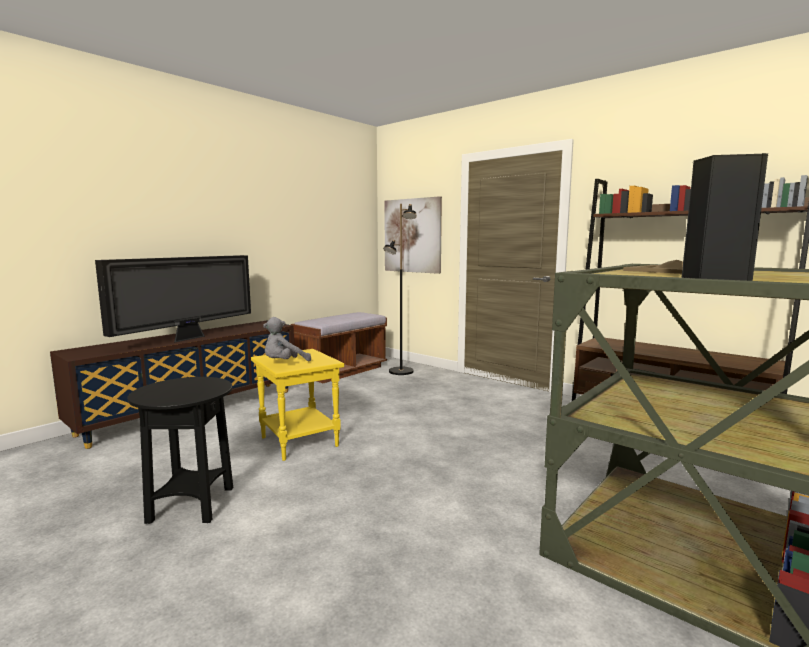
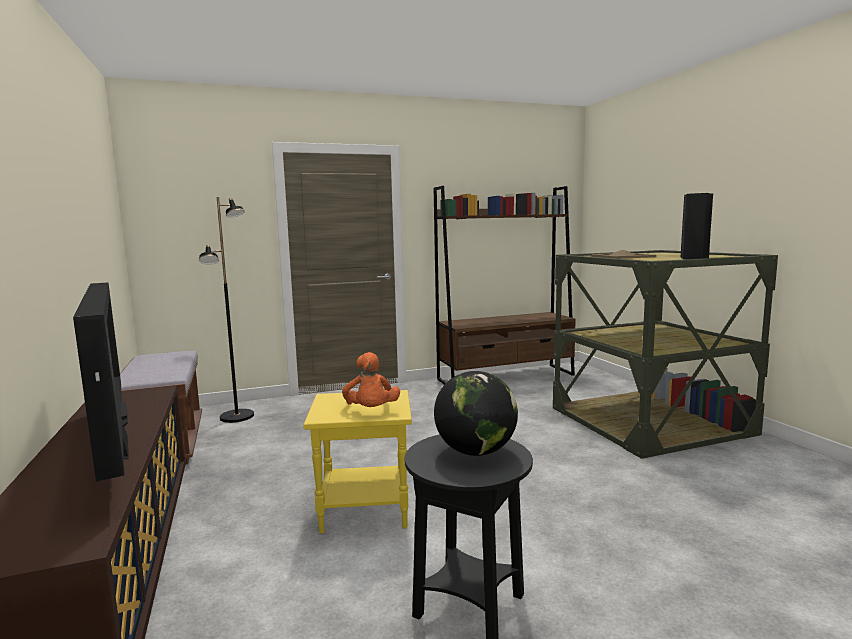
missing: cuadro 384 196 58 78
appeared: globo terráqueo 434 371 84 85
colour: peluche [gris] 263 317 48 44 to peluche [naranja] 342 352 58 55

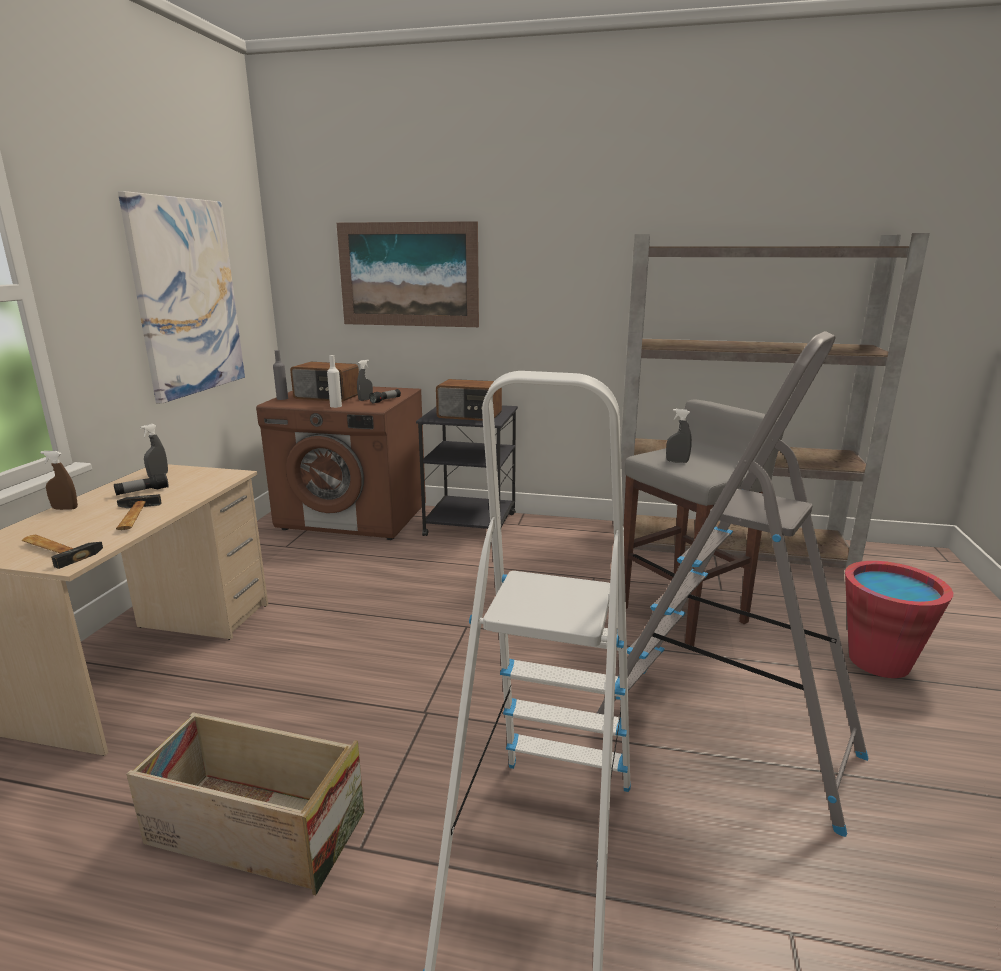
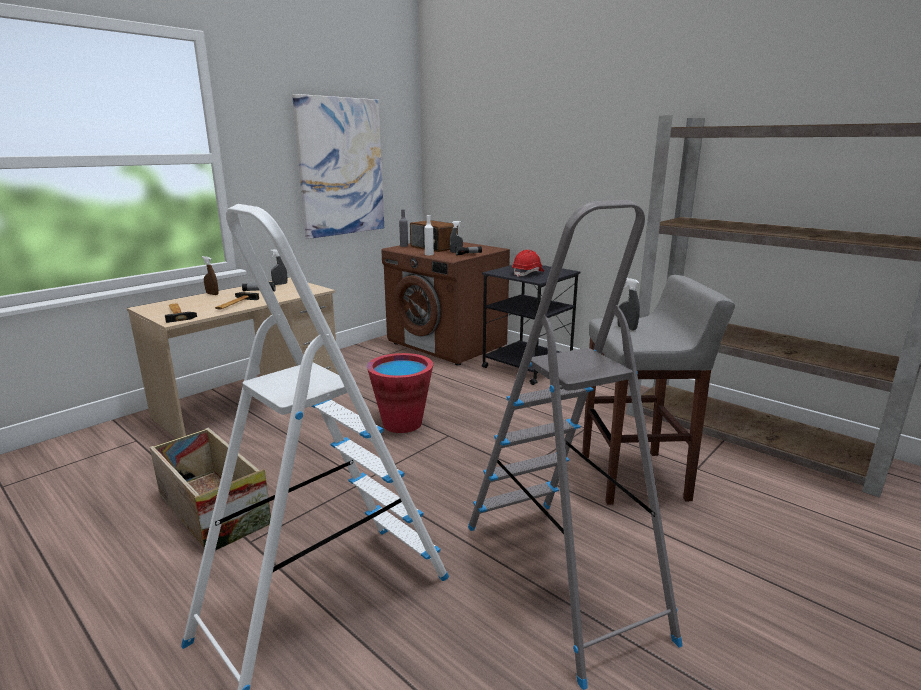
missing: cuadro 337 221 142 106
relocated: cubo [rojo] 845 561 108 117 to 367 353 66 80
exchanged: radio 436 379 66 42 to casco [rojo] 512 250 32 27

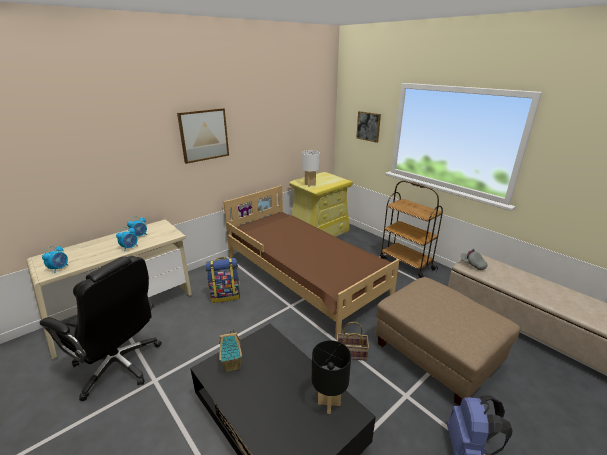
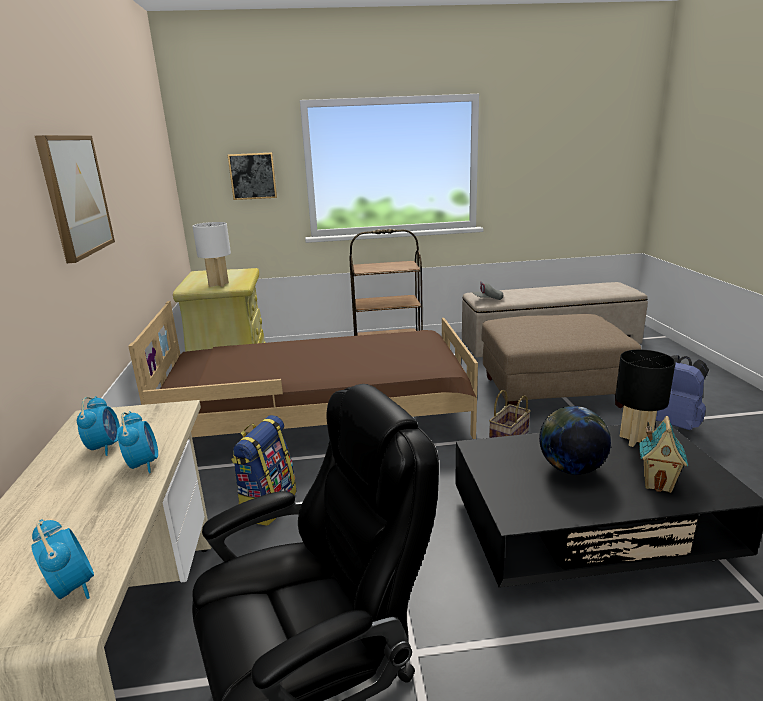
appeared: globo terráqueo 539 406 72 69
relocated: casita 219 329 23 43 to 639 416 49 77

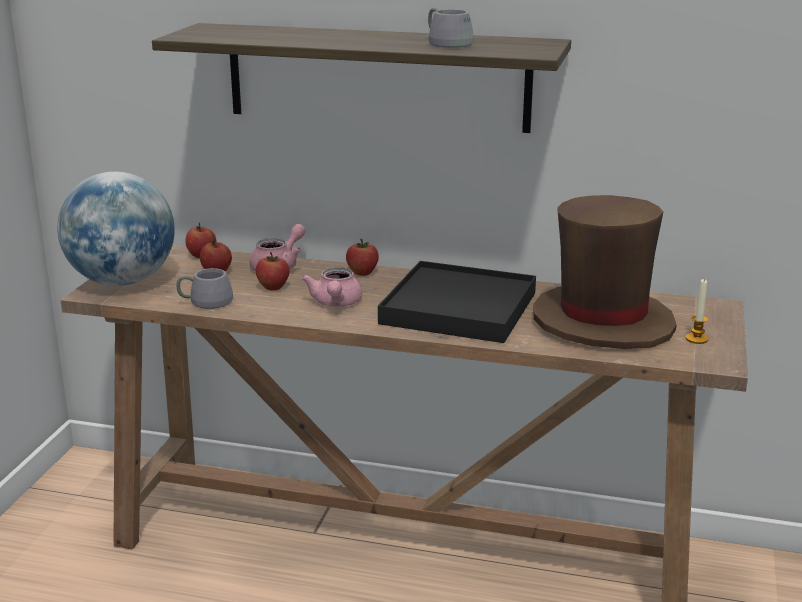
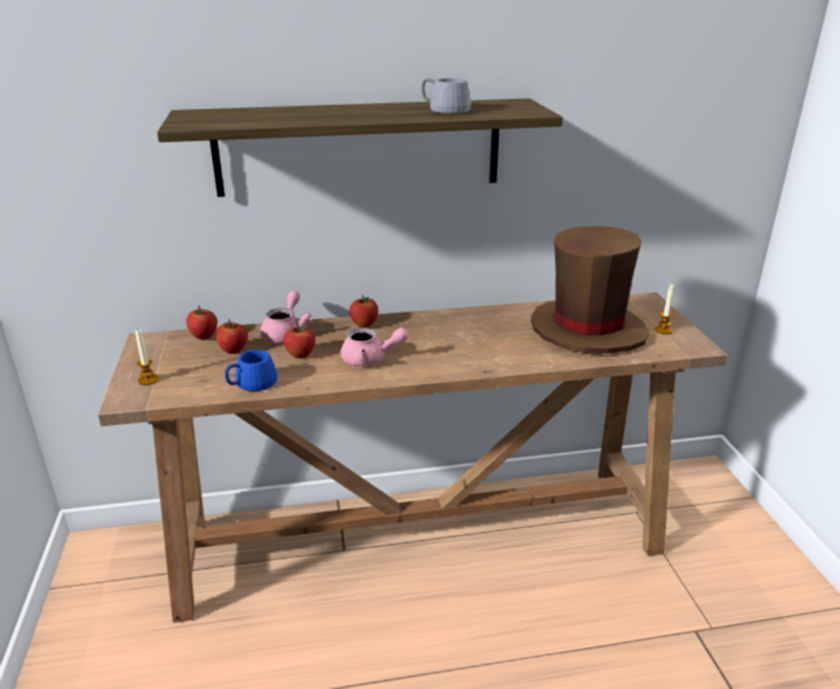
missing: bandeja [negro] 378 261 158 82
exchanged: globo terráqueo 57 171 118 115 to vela 135 328 24 57
colour: taza grande [gris] 176 268 57 41 to taza grande [azul] 225 350 52 41
spun: tetera [rosa] 302 267 60 40 = 340 328 68 38 60 degrees counterclockwise

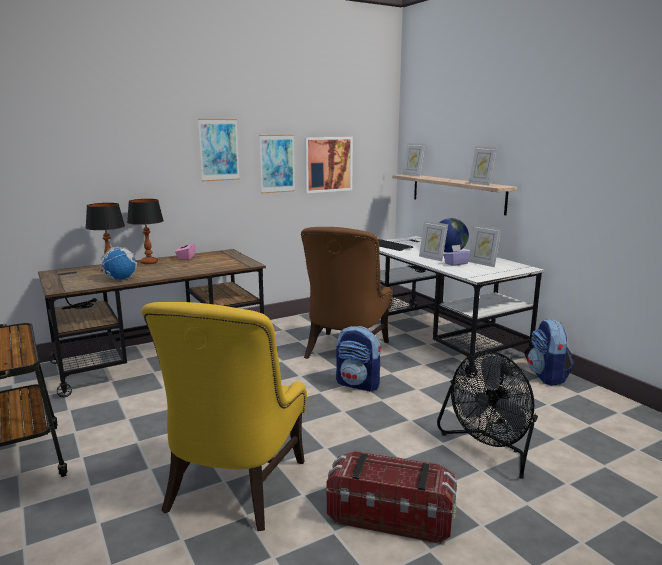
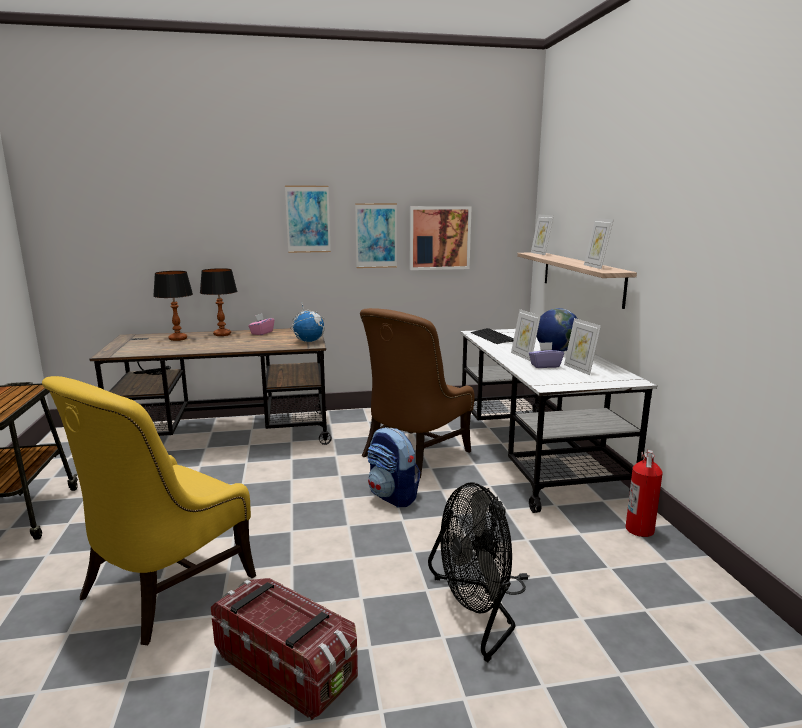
relocated: globo terráqueo 100 239 37 41 to 290 302 35 40
exchanged: mochila 527 319 47 67 to extintor 626 450 37 87

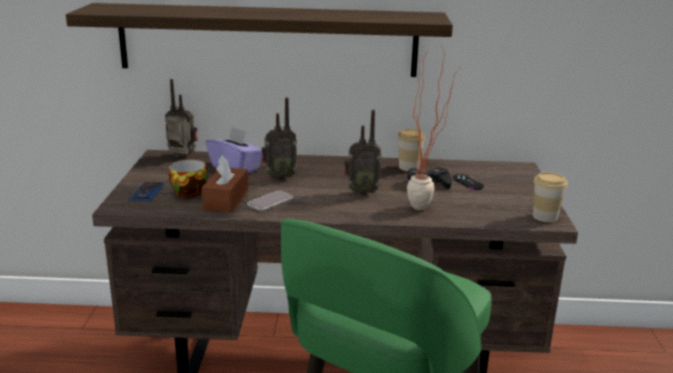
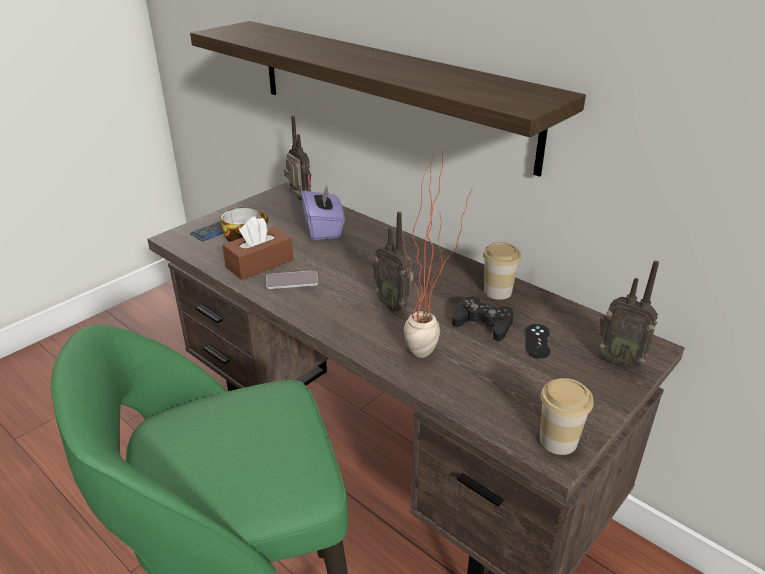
relocated: radio 262 97 35 83 to 597 261 62 108

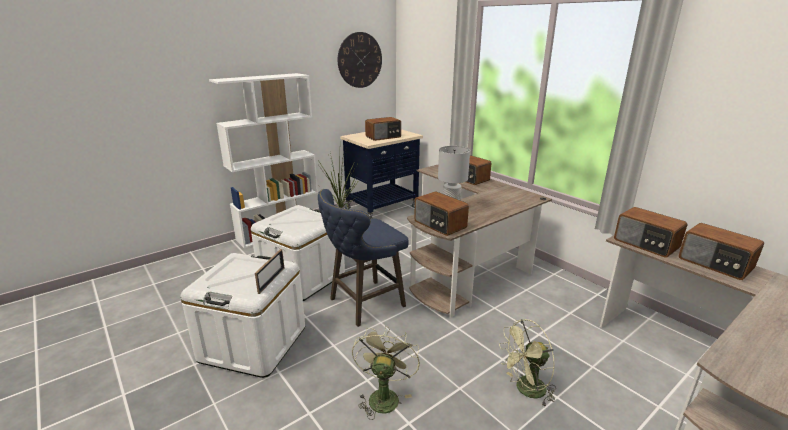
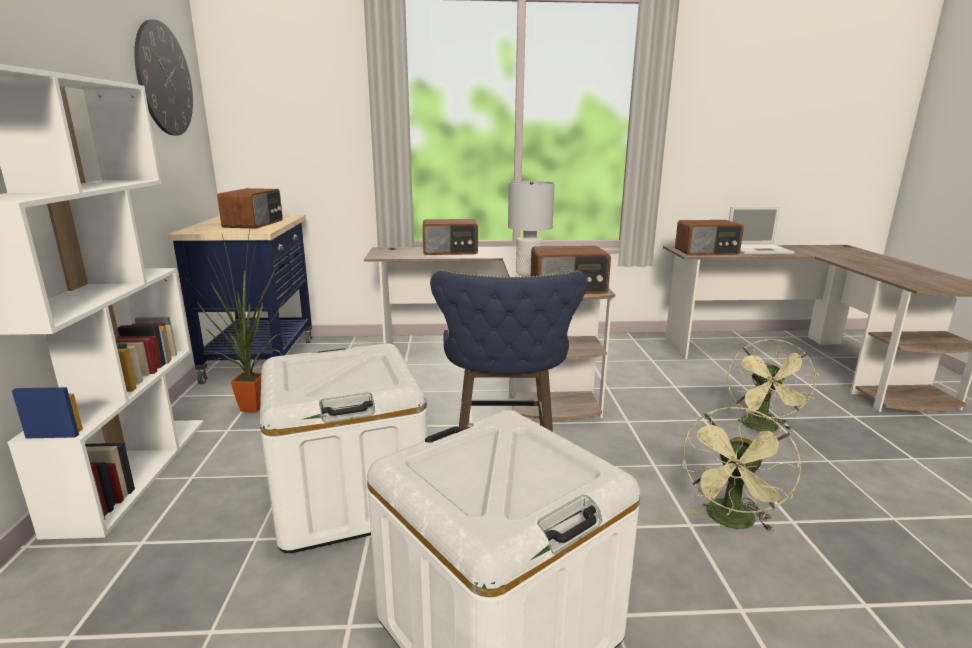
missing: portarretratos 255 249 29 45
exchanged: radio 679 223 85 57 to portátil 729 207 66 47
spun: ventilador [verde] 352 326 68 94 = 681 407 120 125 105 degrees counterclockwise

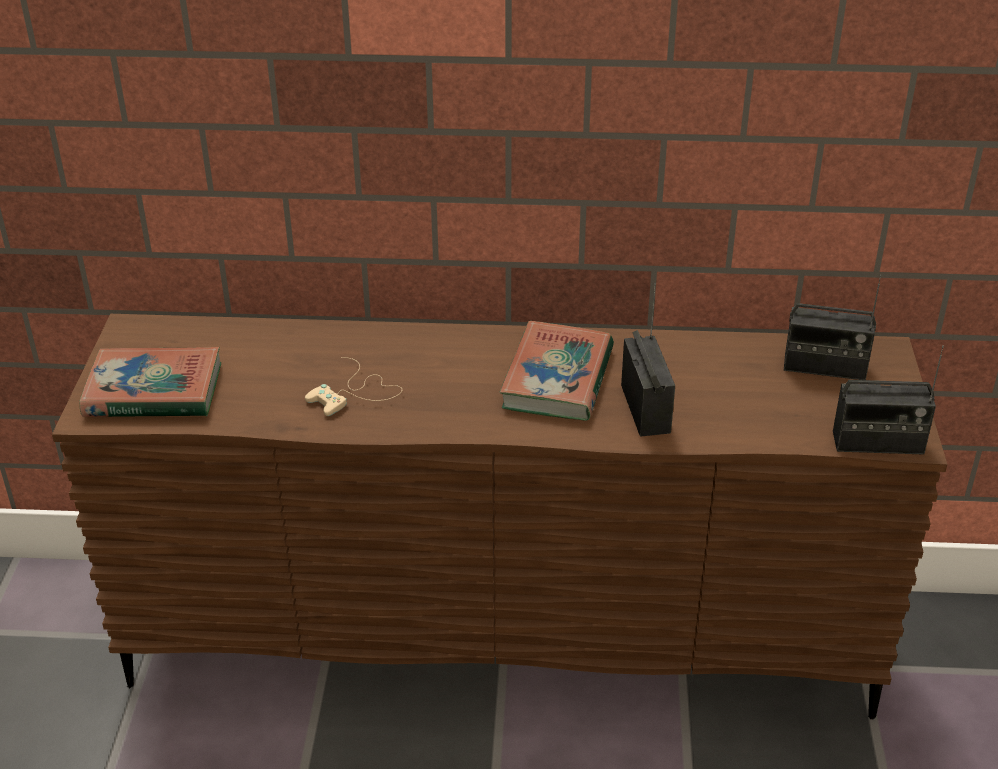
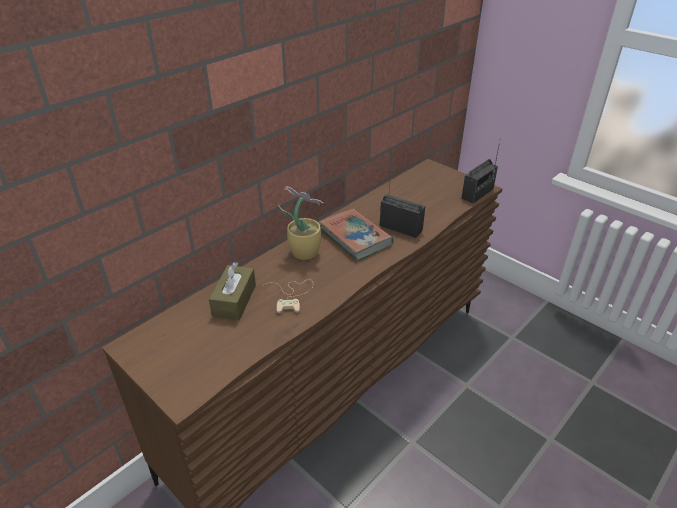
missing: radio 784 275 97 105; libro 79 347 142 70
appeared: planta en maceta 278 186 45 74; caja de pañuelos [marrón] 209 262 47 58

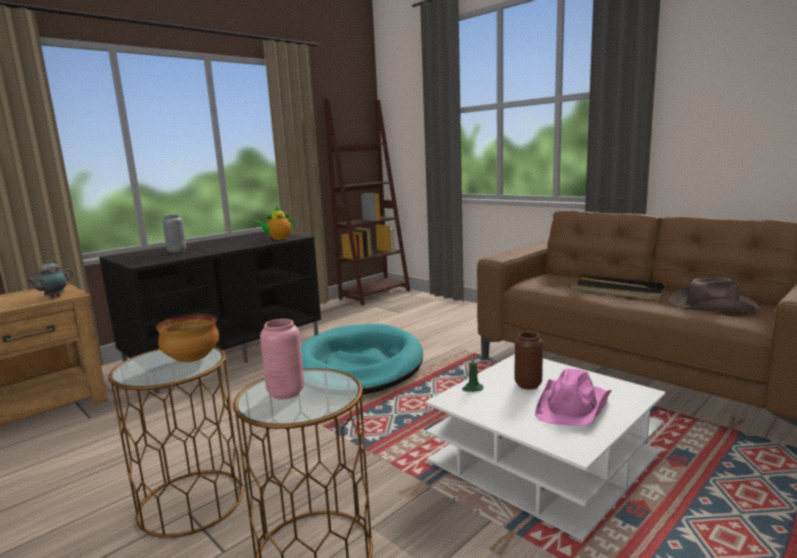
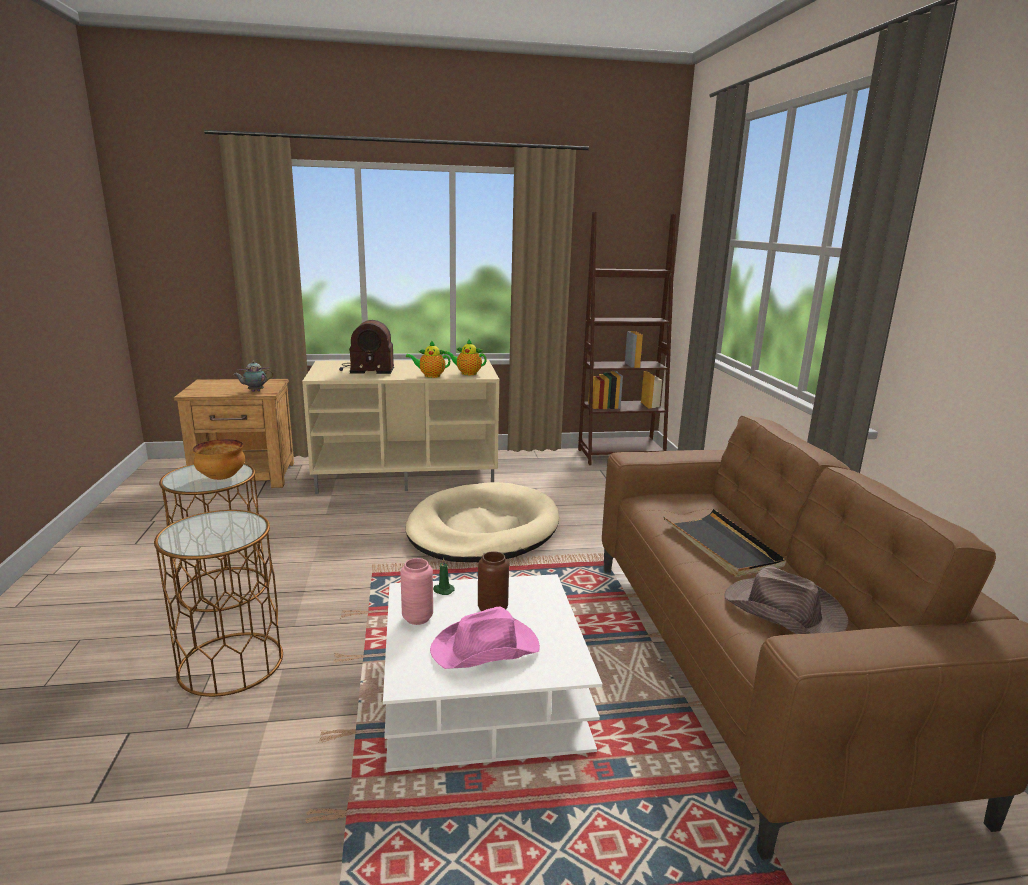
appeared: tetera 406 340 44 38
relocated: florero [rosa] 260 319 44 81 to 400 558 33 67
exchanged: florero [gris] 162 215 24 38 to radio 339 320 55 54
colour: mueble de televisión [negro] 99 231 222 162 to mueble de televisión [beis] 302 360 197 134; cama para perro [turquesa] 301 324 122 71 to cama para perro [beis] 405 482 154 80

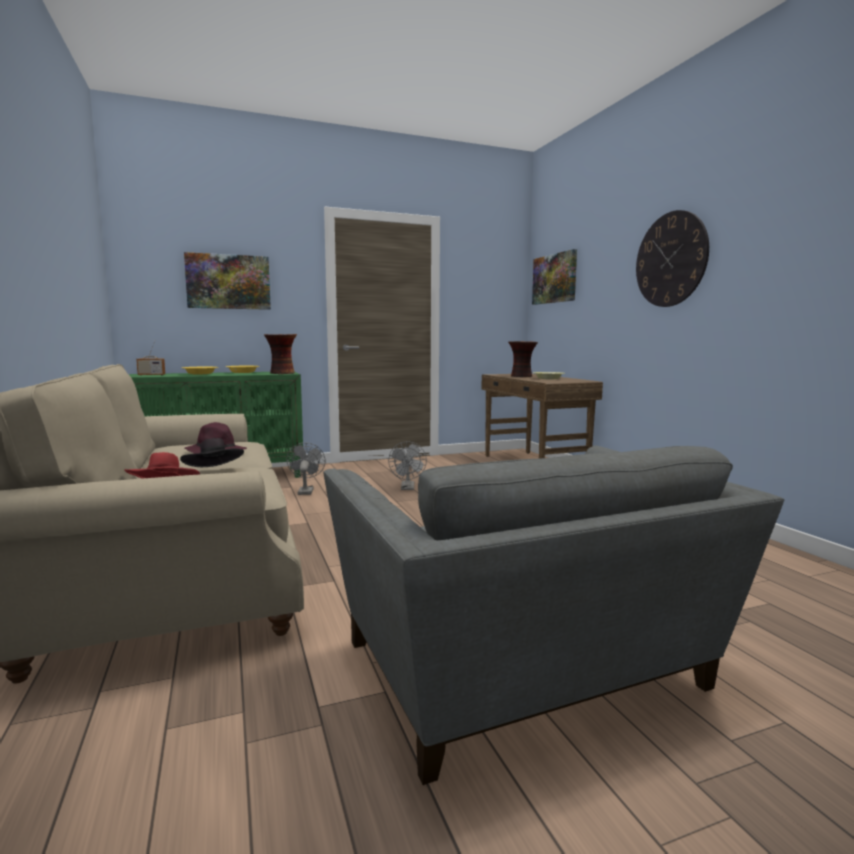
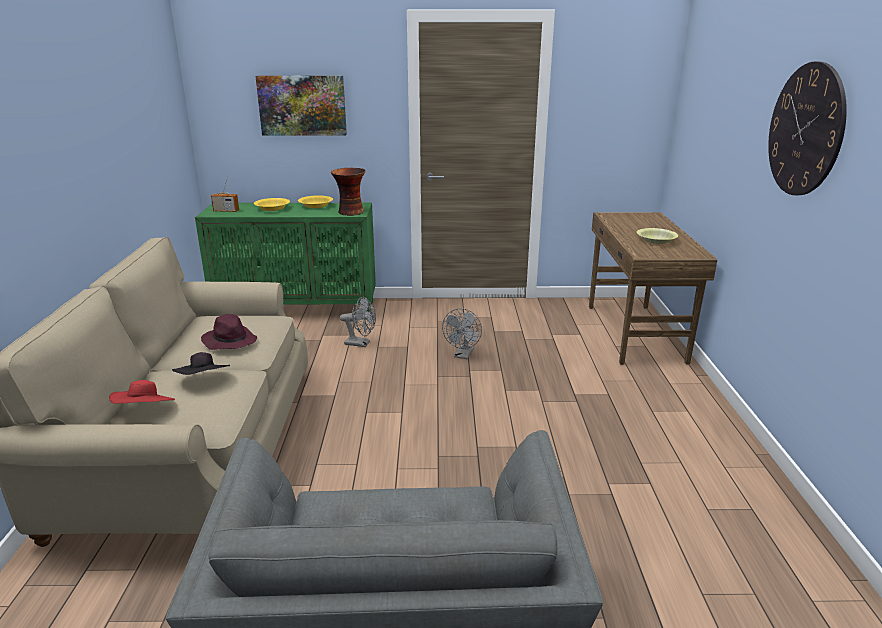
missing: cuadro 532 249 45 56; florero 508 341 30 36
spun: ventilador [gris] 286 443 40 52 = 340 297 36 50 90 degrees clockwise

